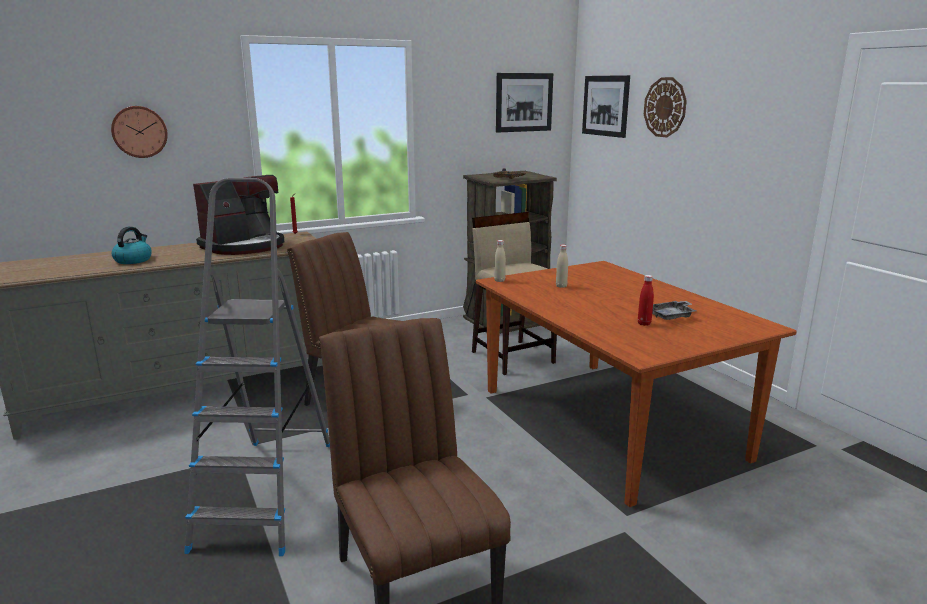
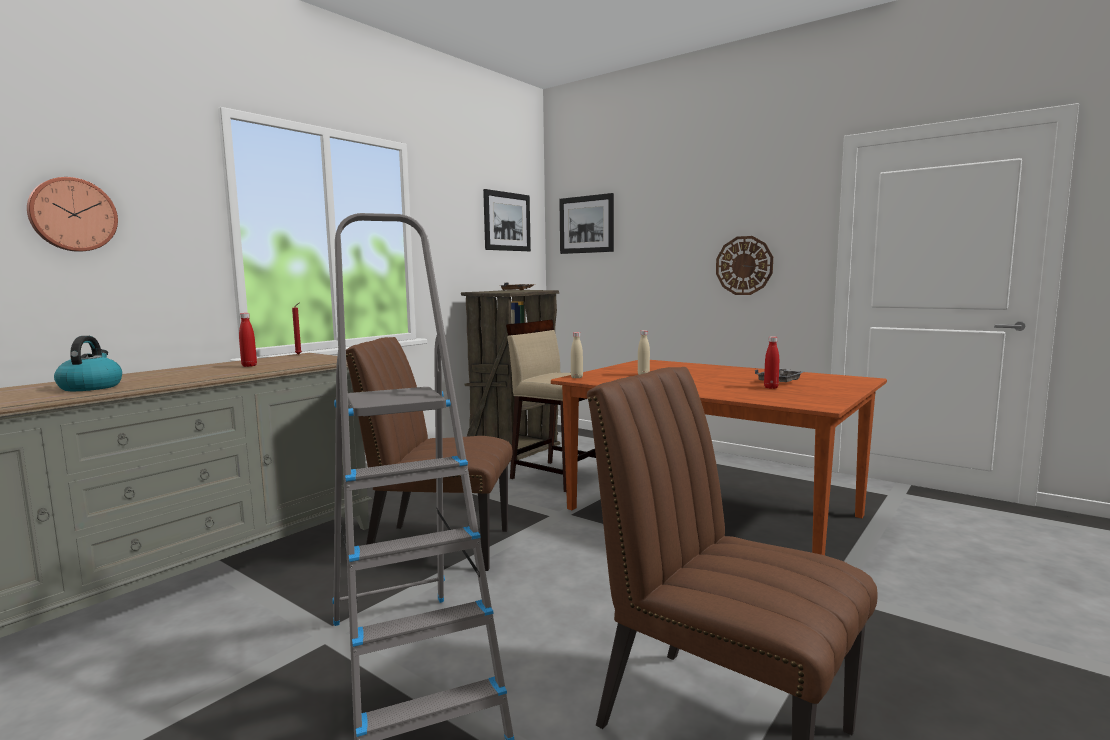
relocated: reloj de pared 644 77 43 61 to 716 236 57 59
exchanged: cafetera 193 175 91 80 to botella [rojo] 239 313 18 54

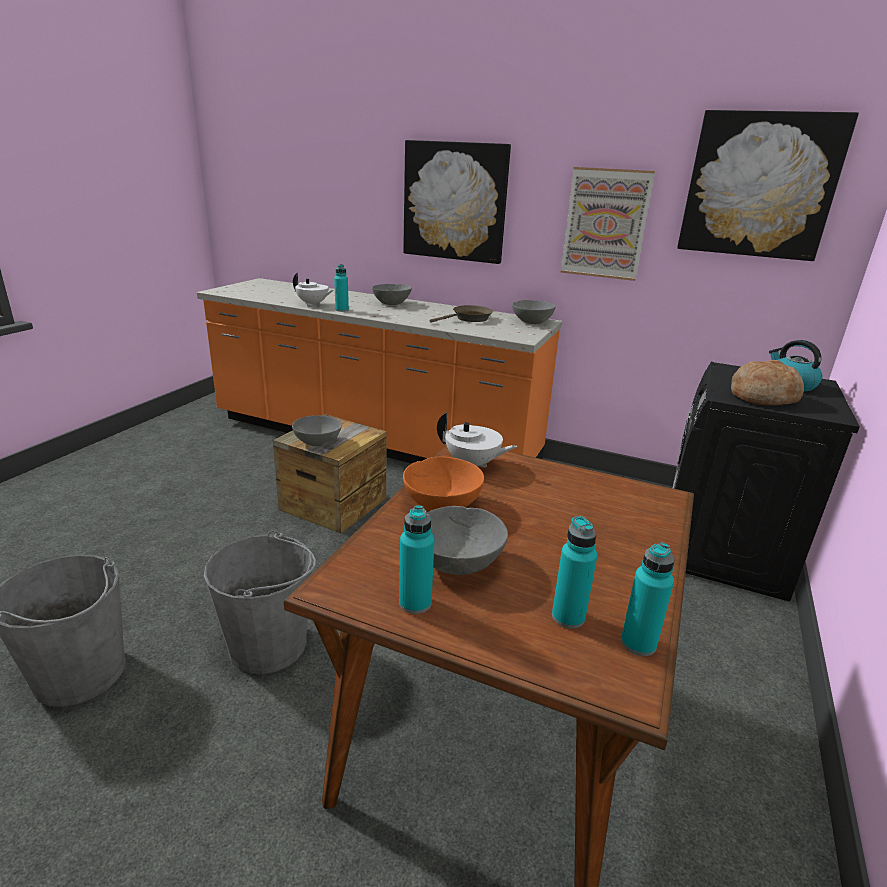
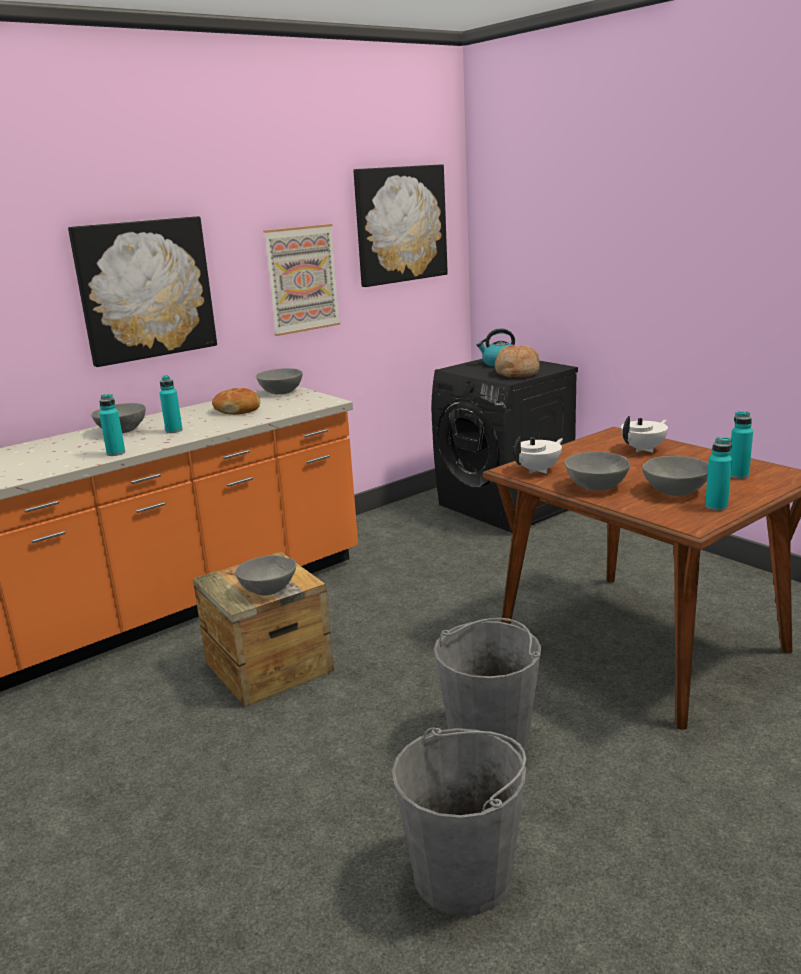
relocated: tetera [blanco] 293 273 40 33 to 621 416 47 37; botella [turquesa] 621 542 54 114 to 160 375 23 58
exchanged: sartén [marrón] 430 305 63 18 to pan 212 388 48 27
colour: cuenco [naranja] 403 457 81 54 to cuenco [gris] 564 452 66 38

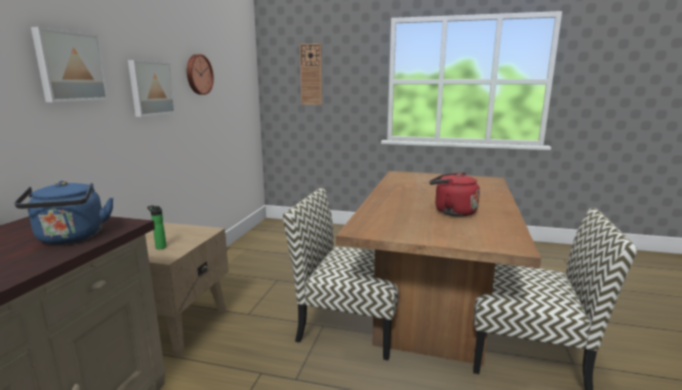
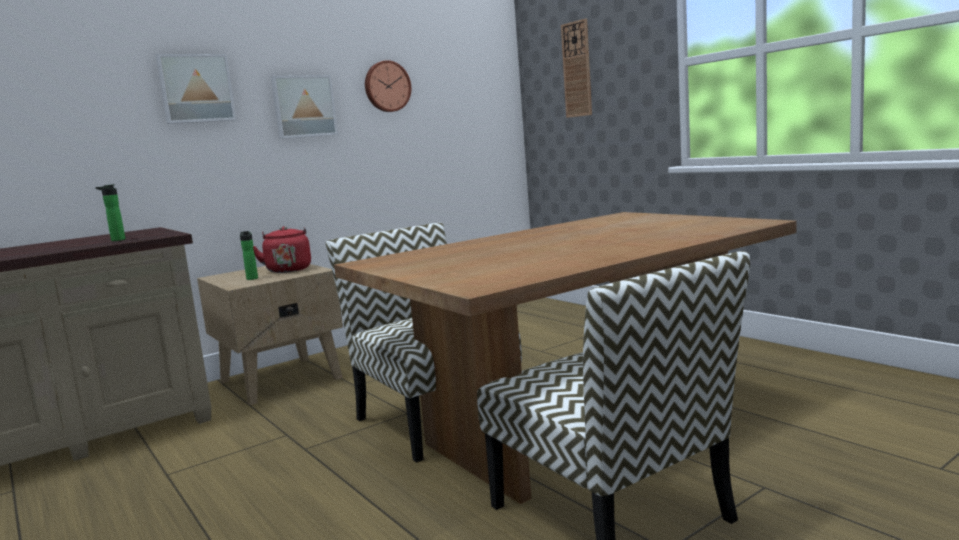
relocated: hervidor [rojo] 429 172 51 45 to 253 226 58 47
exchanged: hervidor [azul] 14 181 100 63 to botella 95 184 30 57

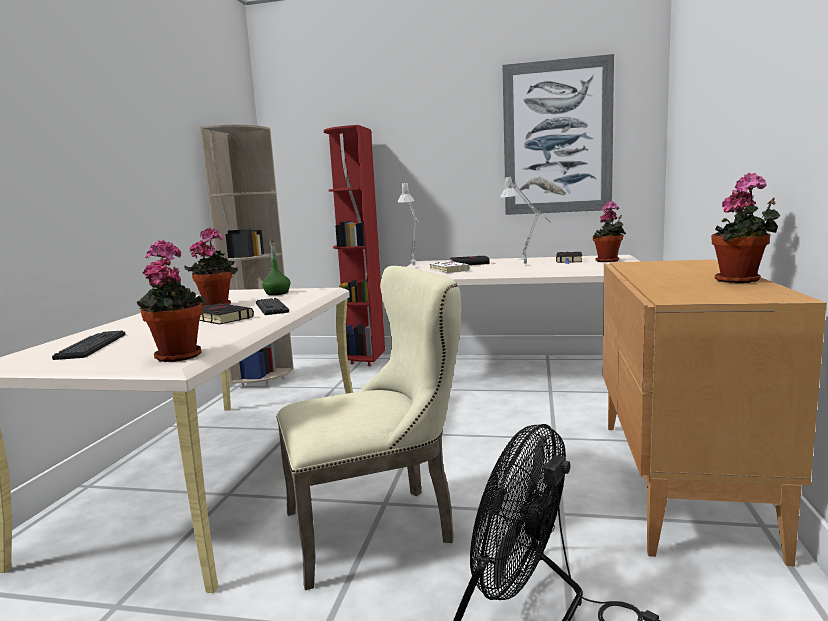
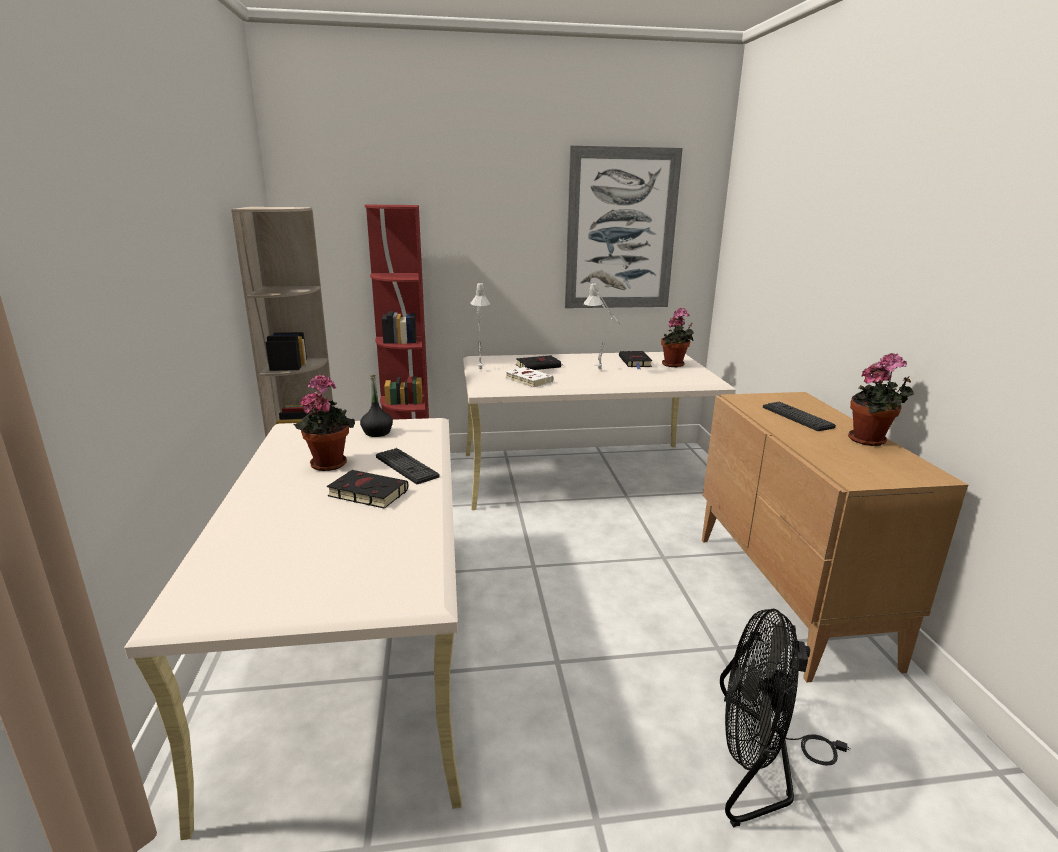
missing: planta en maceta 137 240 69 122; silla [beis] 276 266 185 324
relocated: teclado 52 330 73 30 to 763 402 73 29
colour: botella [verde] 262 241 29 54 to botella [negro] 360 374 33 63

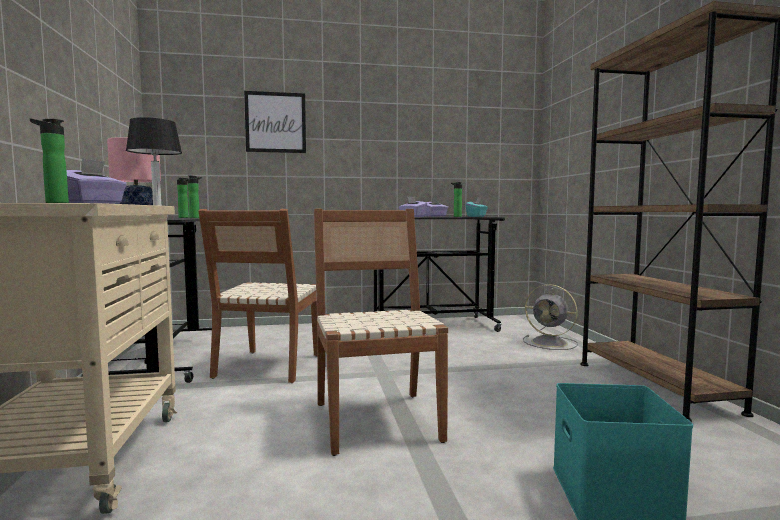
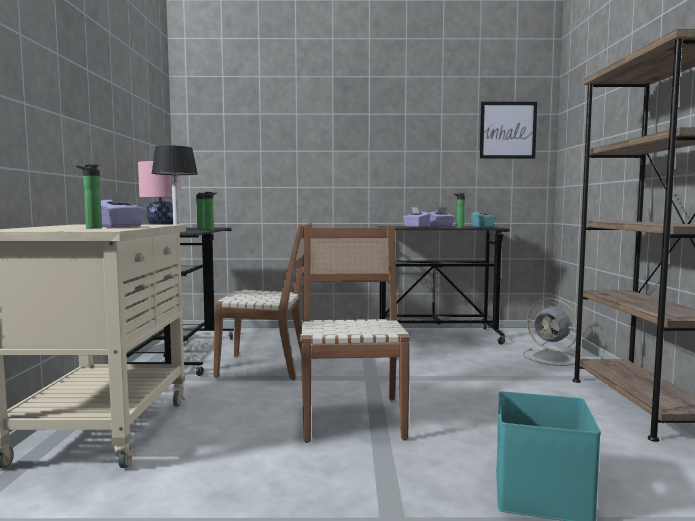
relocated: cuadro 244 91 62 62 to 479 102 58 57
spun: silla 199 209 118 174 = 213 222 100 158 105 degrees counterclockwise

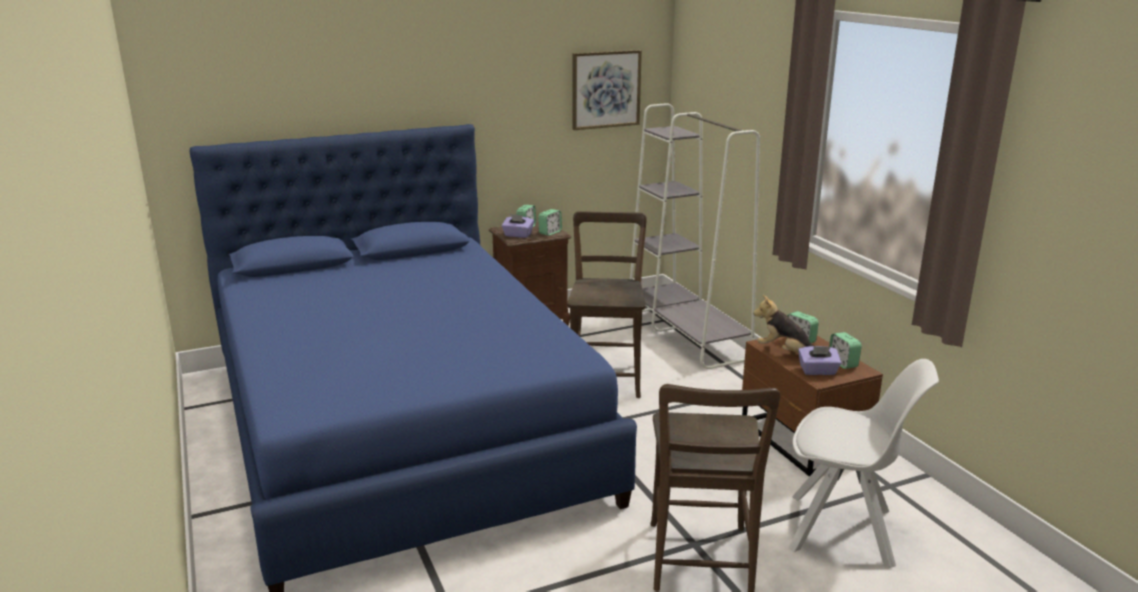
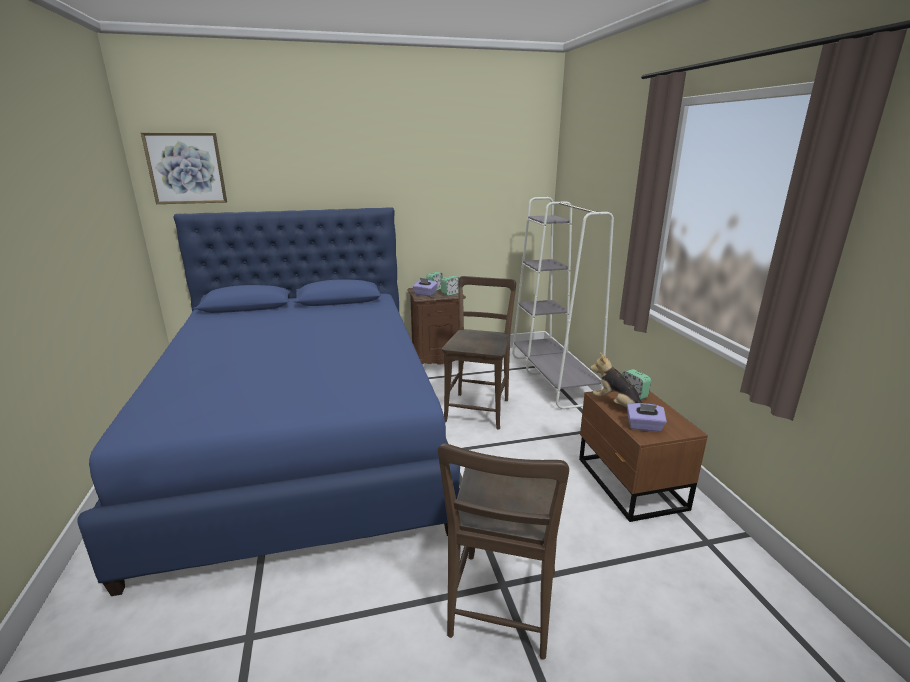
missing: despertador 829 332 33 37; silla [blanco] 788 359 151 209
relocated: cuadro 572 50 70 80 to 141 133 86 71

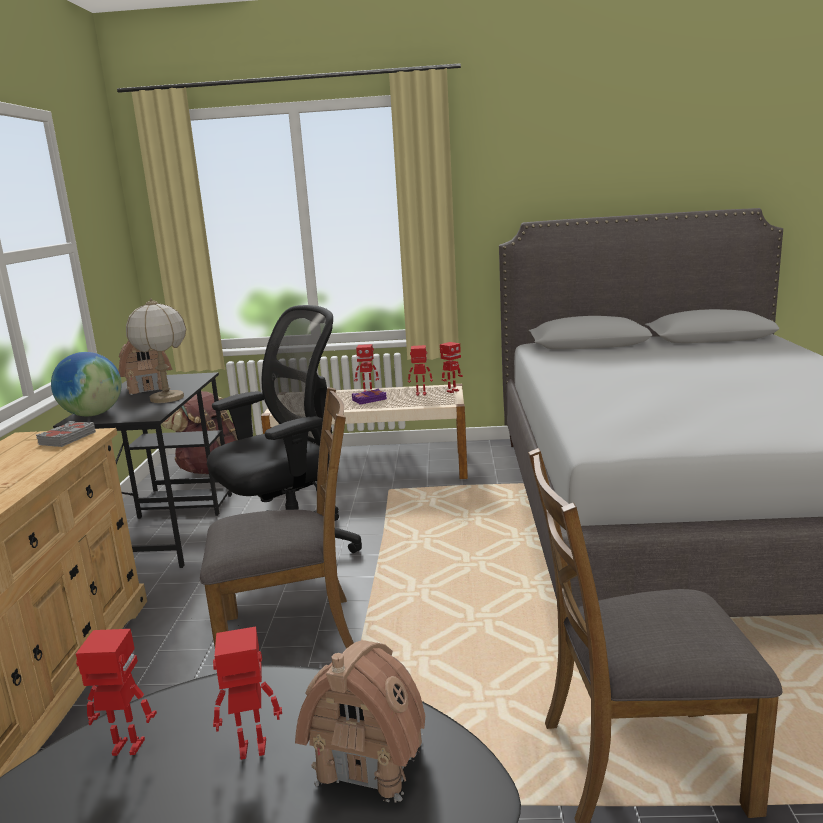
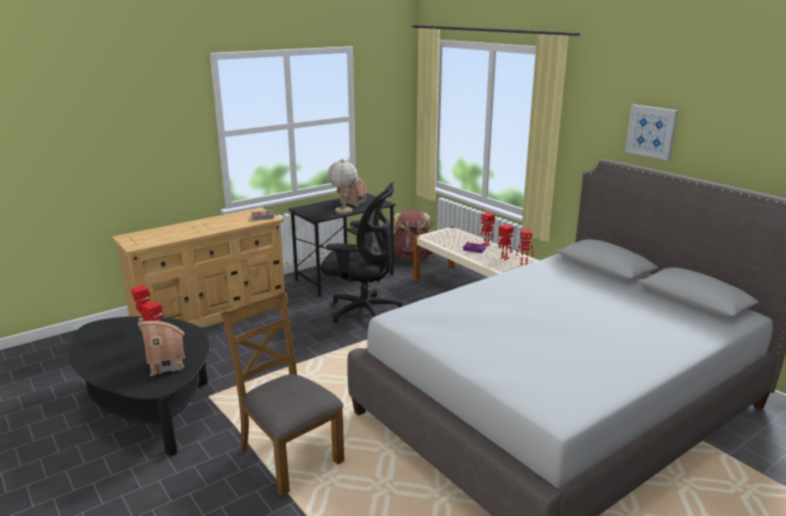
missing: globo terráqueo 51 352 71 64; silla [marrón] 200 387 154 262
appeared: cuadro 625 104 53 57

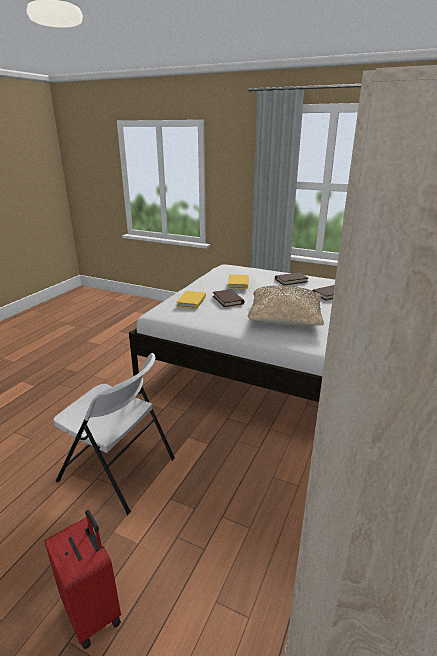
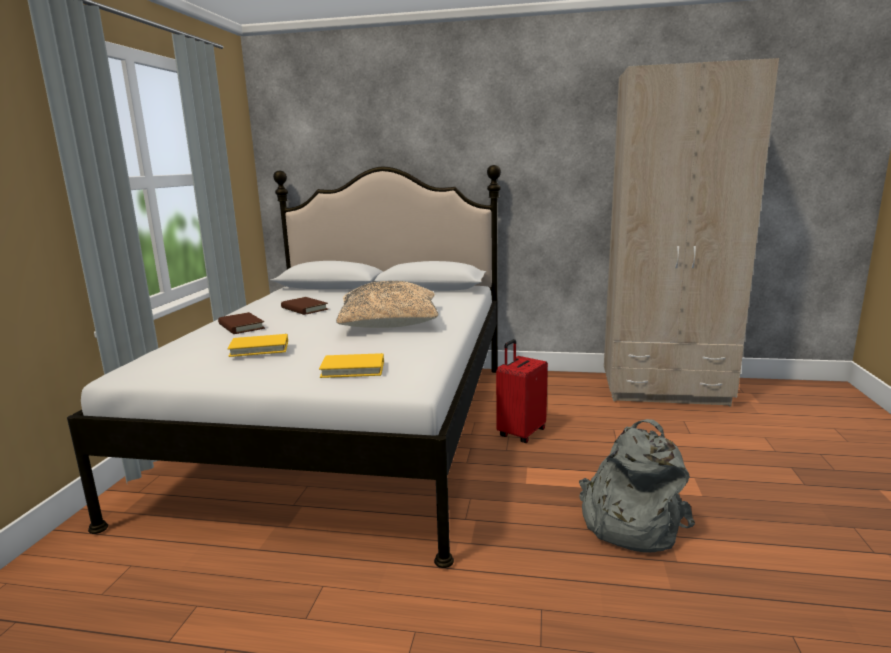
missing: libro [marrón] 213 289 31 18
relocated: maleta [rojo] 44 510 77 139 to 496 339 52 104
exchanged: silla [blanco] 53 353 122 162 to mochila [gris] 579 419 116 134

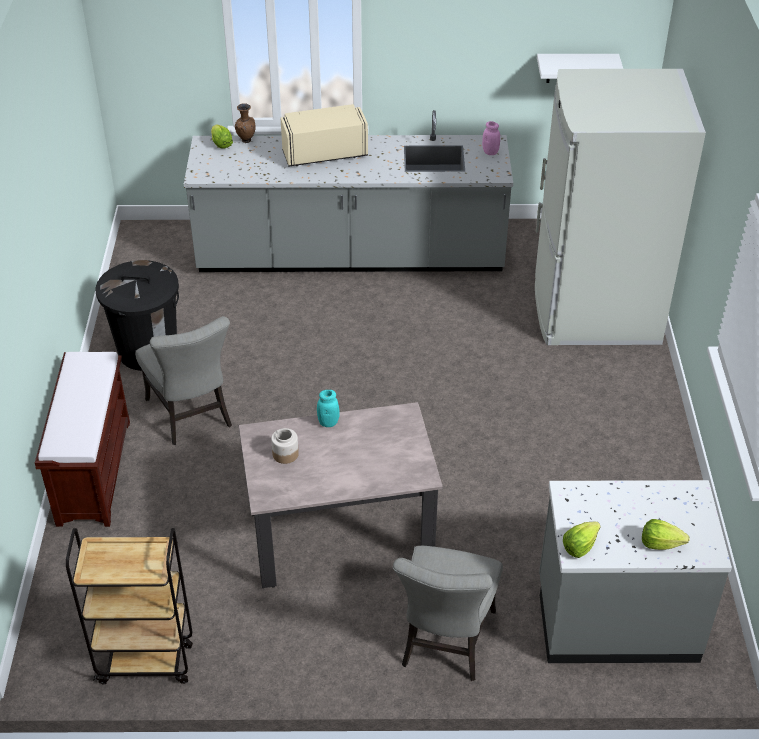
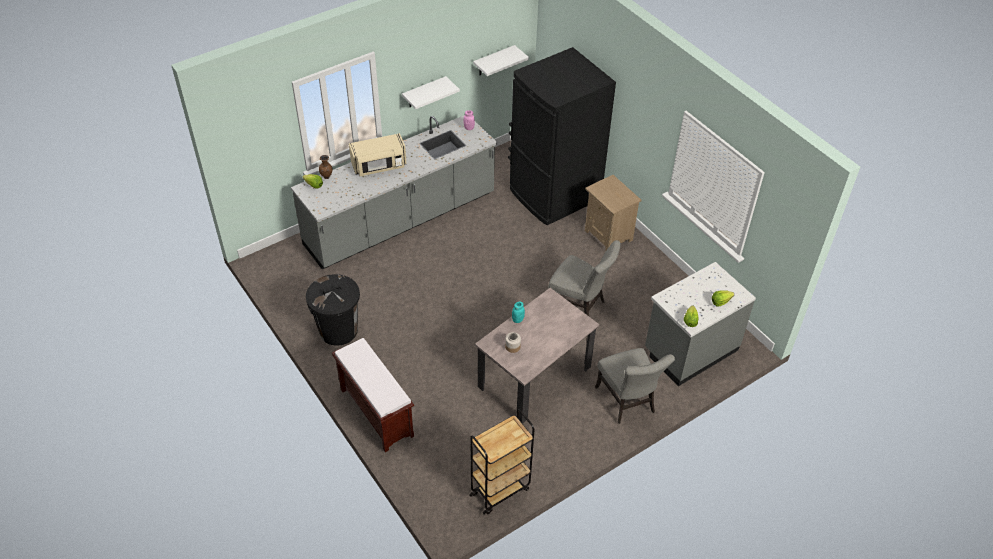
appeared: estante [blanco] 402 76 58 33; mesita de noche [beis] 585 175 57 76
relocated: silla [gris] 135 316 97 129 to 548 240 73 76
colour: nevera [blanco] 535 69 171 276 to nevera [negro] 508 47 108 178
spun: microondas [beis] 280 104 88 63 = 349 133 57 43 150 degrees counterclockwise

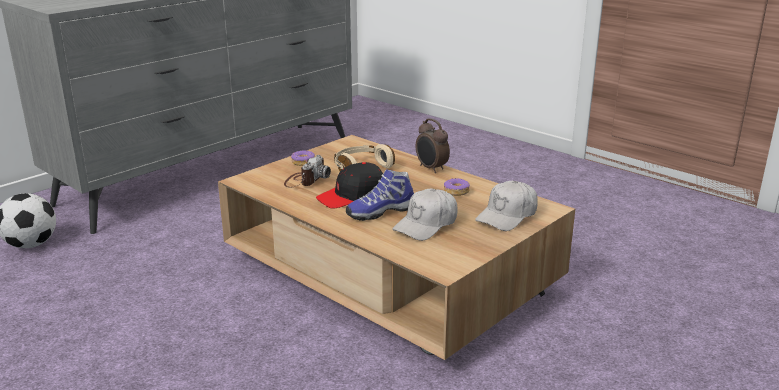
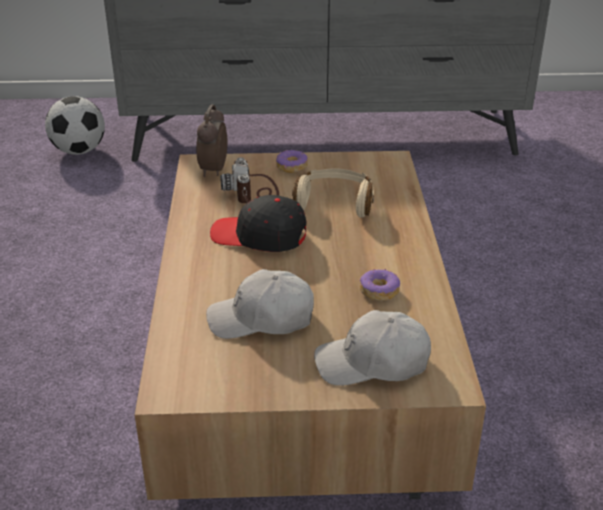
missing: zapato 346 169 68 52
relocated: despertador 416 118 34 55 to 196 104 32 73
spun: cámara 284 155 47 33 = 220 157 59 46 105 degrees clockwise

